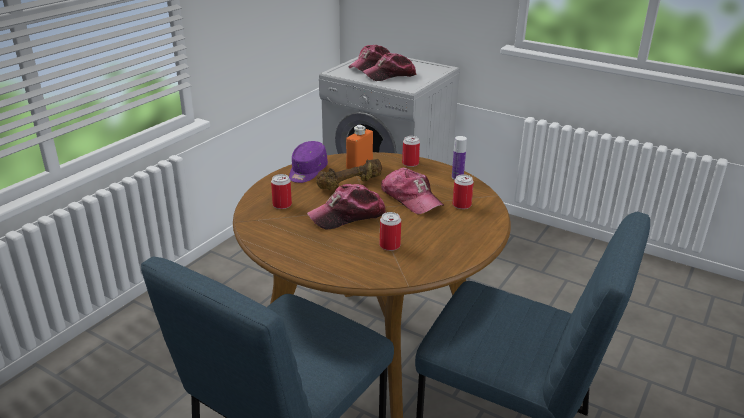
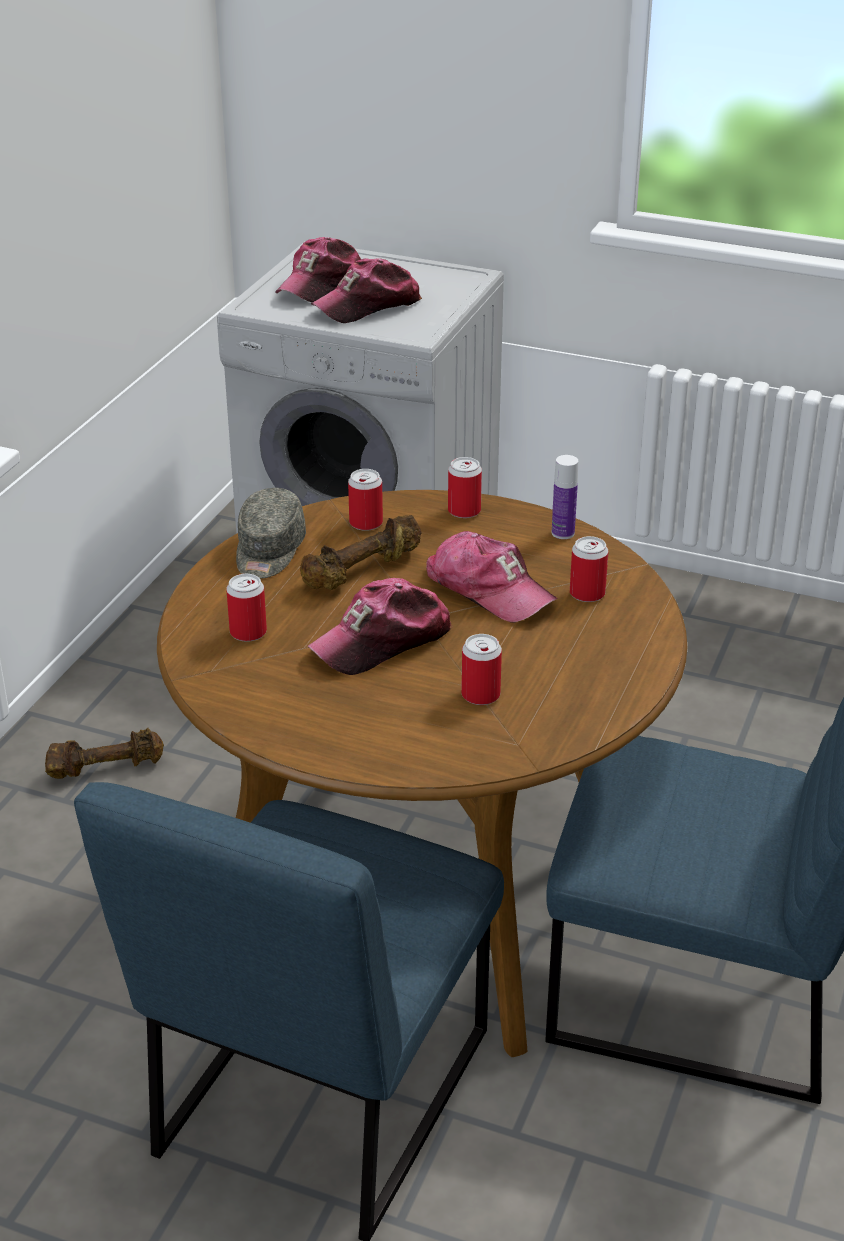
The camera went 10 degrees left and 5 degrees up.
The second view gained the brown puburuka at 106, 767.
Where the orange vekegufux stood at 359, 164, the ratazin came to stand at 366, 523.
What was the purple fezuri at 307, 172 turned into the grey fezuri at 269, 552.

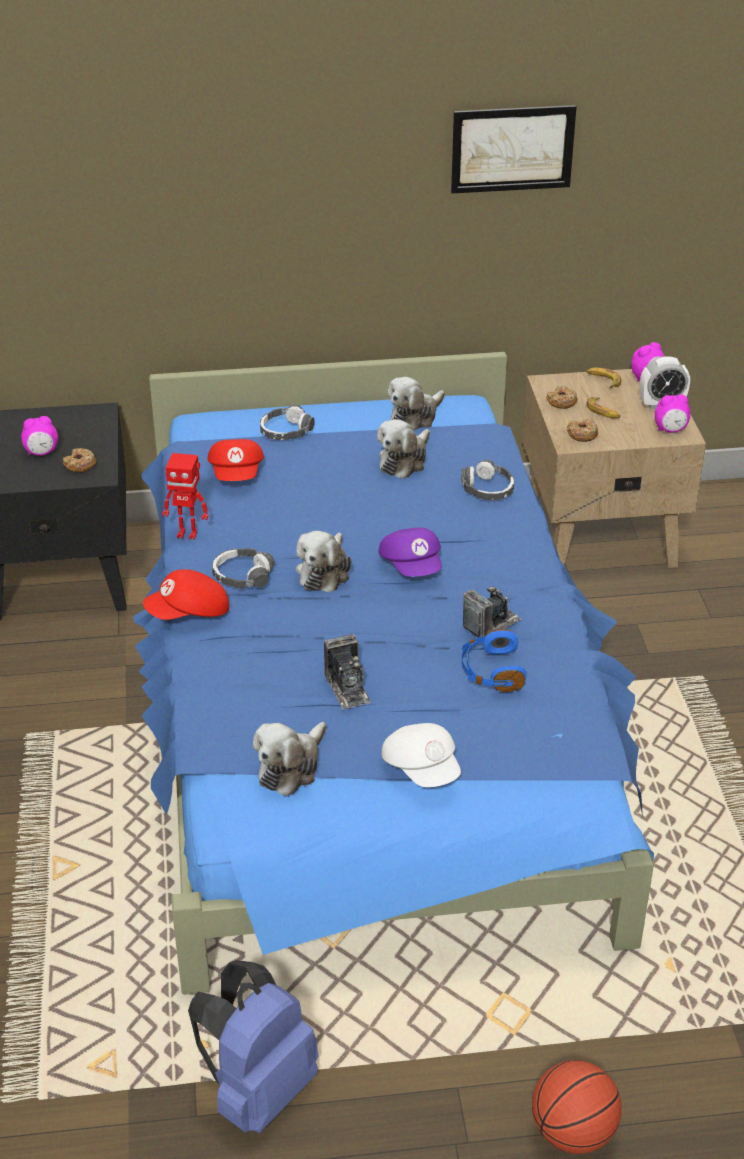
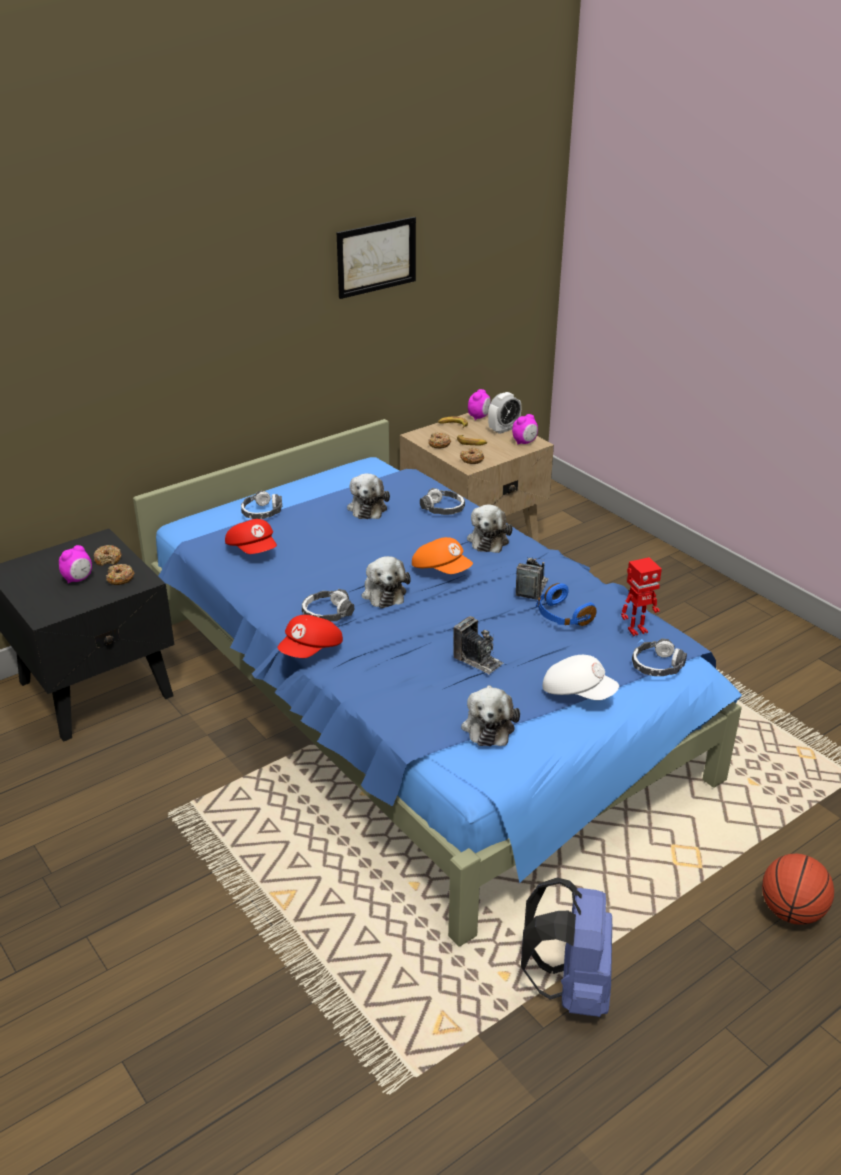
The camera went 30 degrees left and 5 degrees down.
The second view gained the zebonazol at 108, 559.
The second view gained the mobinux at 657, 665.
The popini ended up elsewhere, having gone from 188, 533 to 636, 630.
The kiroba ended up elsewhere, having gone from 415, 418 to 488, 539.
What was the purple fezuri at 412, 566 turned into the orange fezuri at 442, 570.

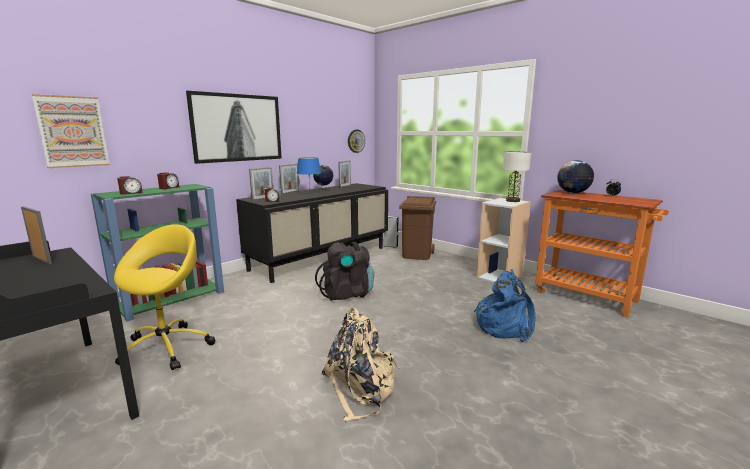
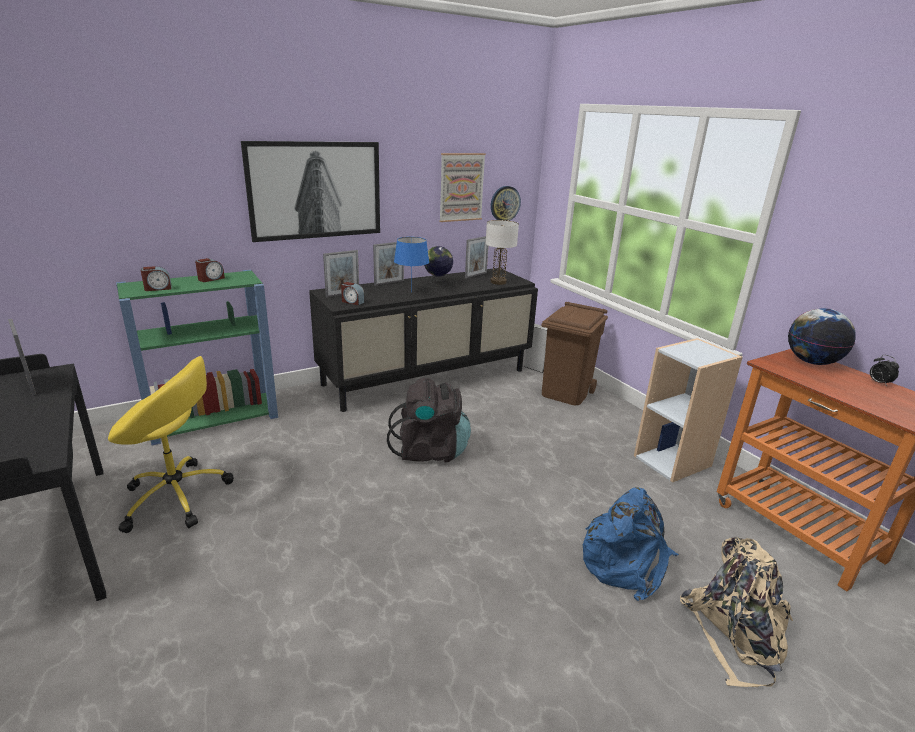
The camera went 15 degrees right and 10 degrees up.
The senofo ended up elsewhere, having gone from 73, 132 to 461, 187.
The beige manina ended up elsewhere, having gone from 361, 388 to 735, 634.
The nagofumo ended up elsewhere, having gone from 513, 201 to 498, 282.
The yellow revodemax at 168, 346 ended up facing another way, 45 degrees clockwise from before.

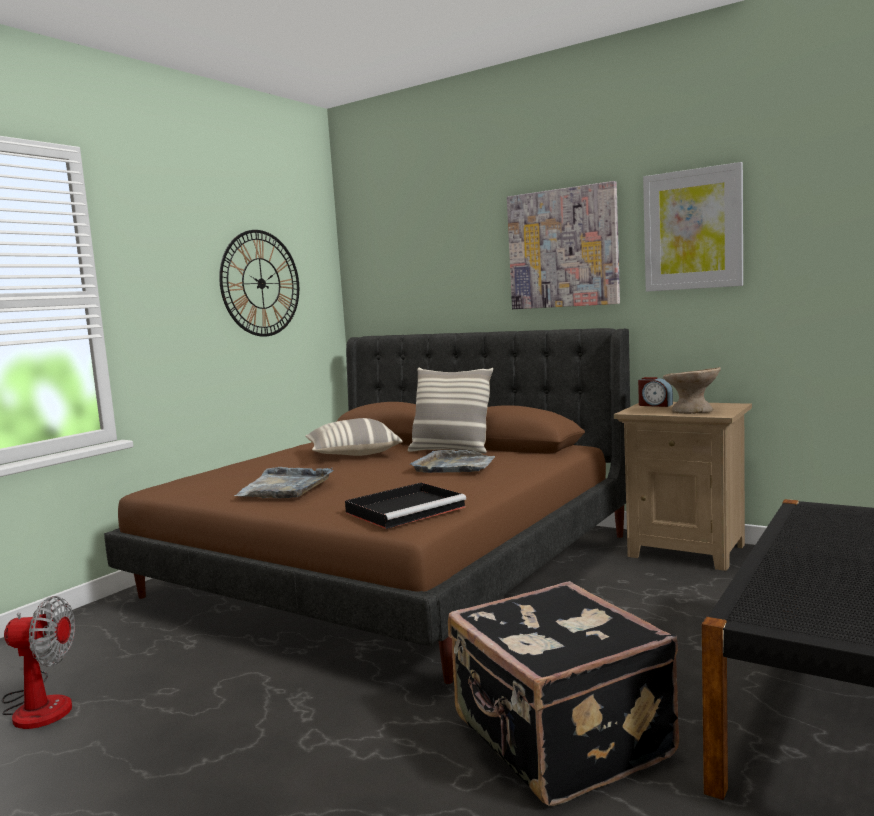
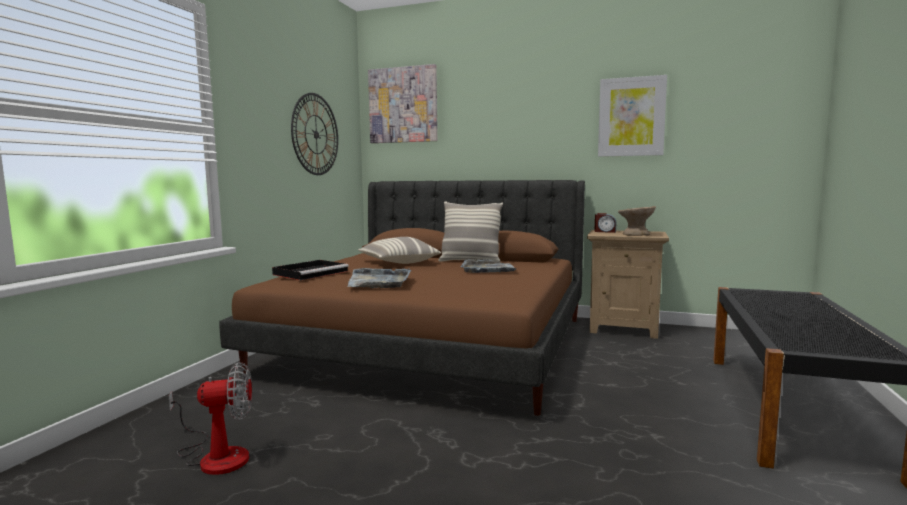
The camera went 15 degrees left and 0 degrees up.
The second view lost the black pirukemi at 559, 739.
The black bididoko ended up elsewhere, having gone from 407, 509 to 311, 273.
The senofo ended up elsewhere, having gone from 563, 248 to 403, 105.

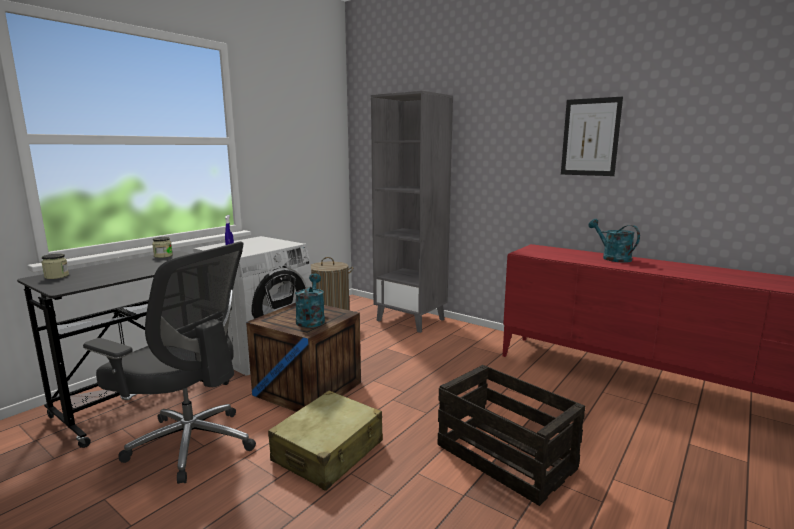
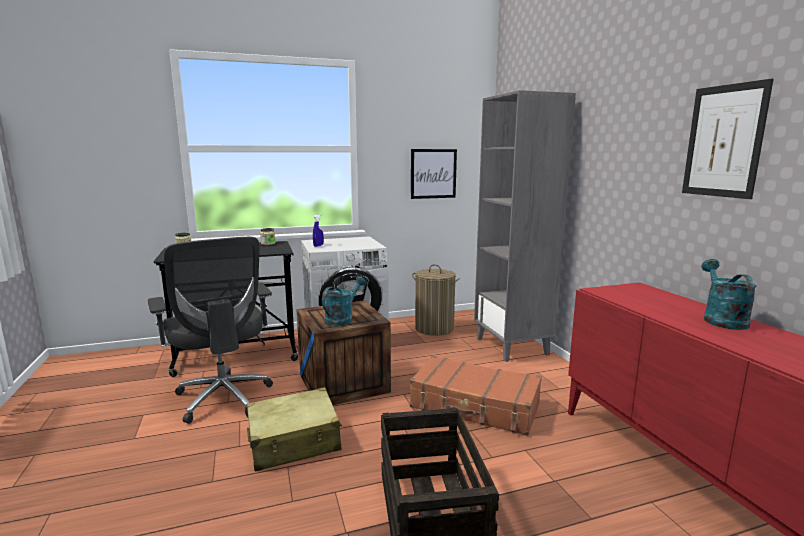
The camera went 35 degrees right and 0 degrees up.
The second view gained the brown pirukemi at 475, 406.
The second view gained the senofo at 433, 173.

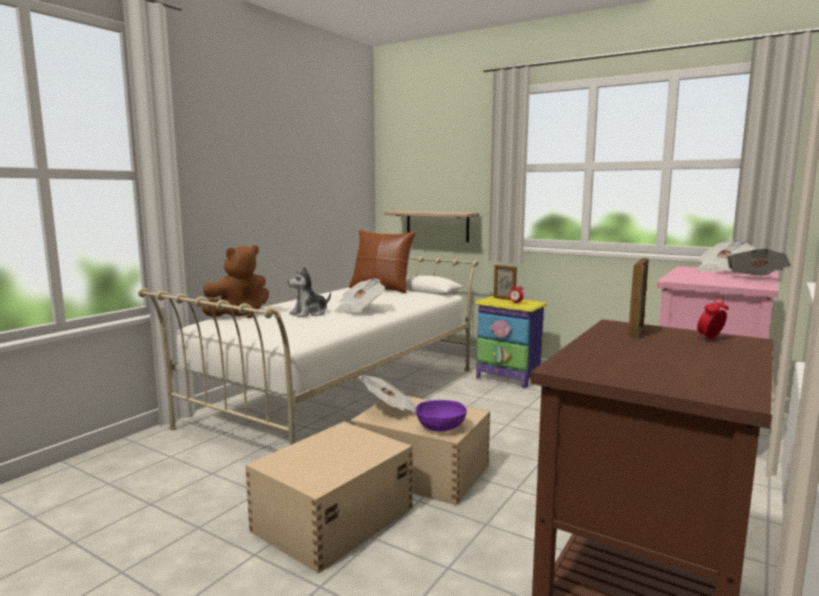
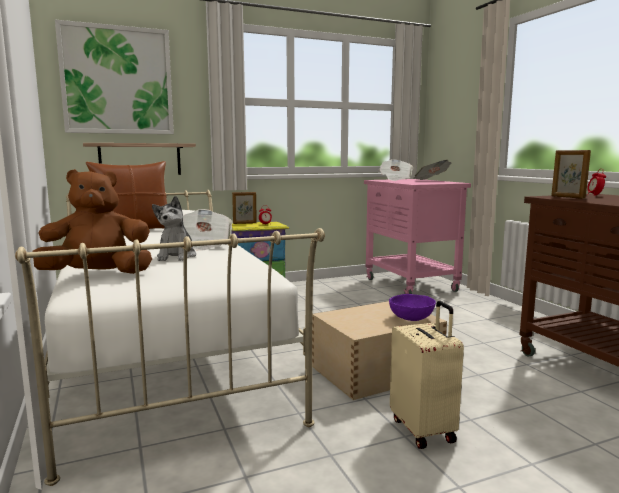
The camera went 55 degrees left and 0 degrees up.
The second view lost the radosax at 391, 410.
The second view gained the senofo at 117, 80.
Where the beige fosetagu stood at 331, 519, the beige pirukemi came to stand at 424, 430.
The brown kiroba at 239, 314 ended up facing another way, 105 degrees counterclockwise from before.

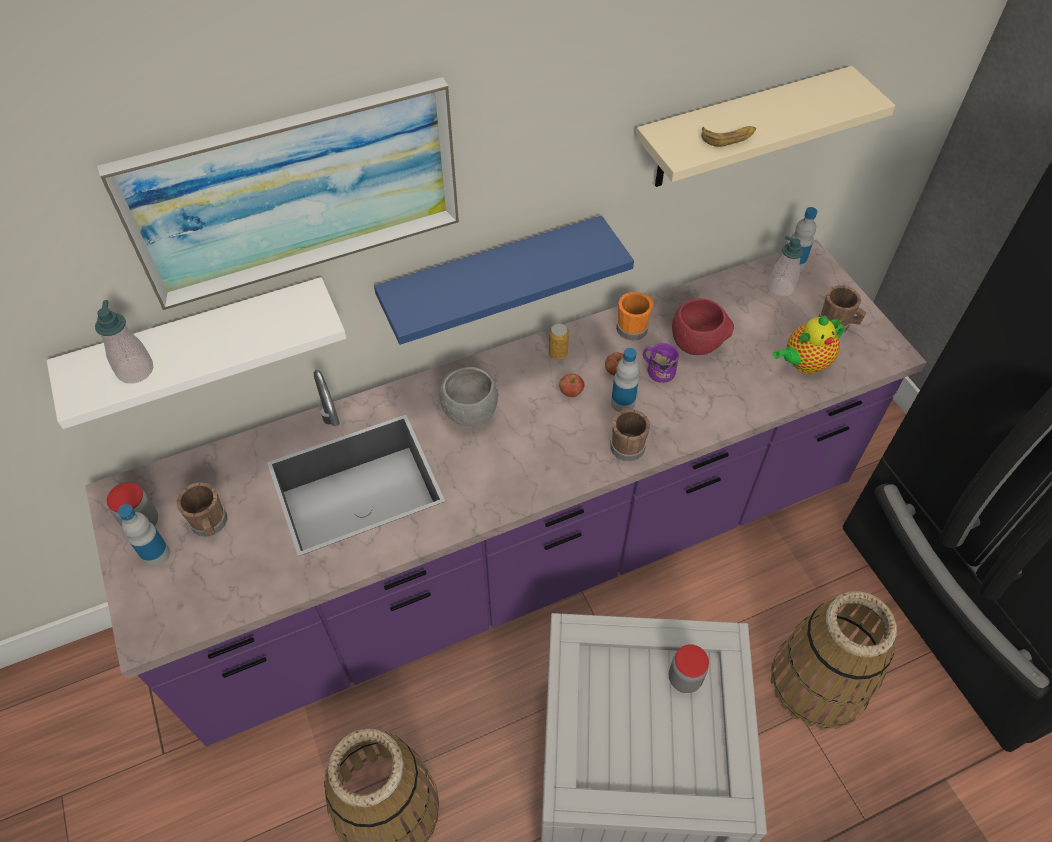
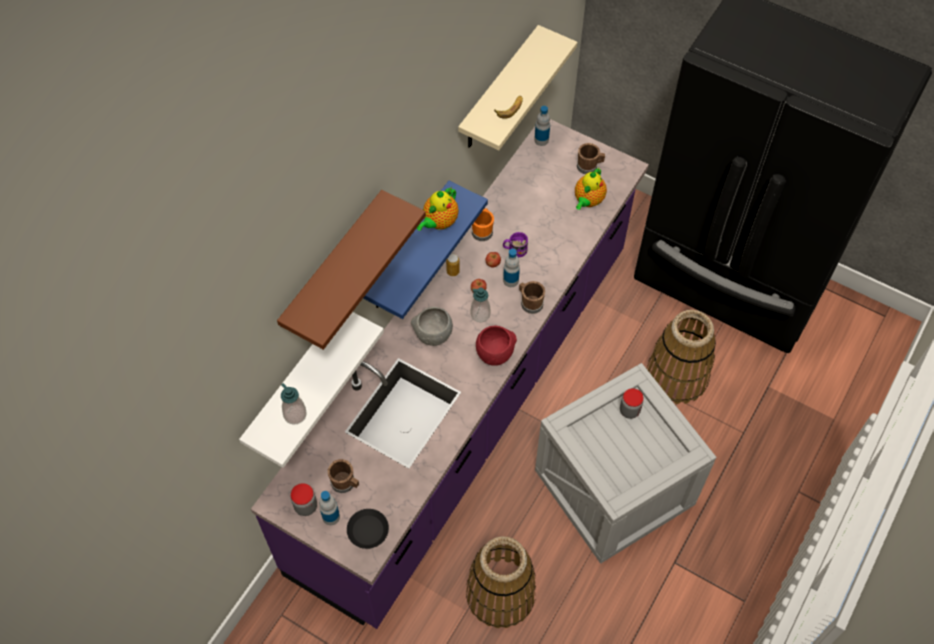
The camera went 35 degrees left and 5 degrees up.
The second view gained the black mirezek at 368, 530.
The second view gained the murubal at 439, 222.
The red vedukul ended up elsewhere, having gone from 696, 345 to 495, 355.
The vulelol ended up elsewhere, having gone from 781, 288 to 480, 314.
Where the senofo hung at 296, 192, the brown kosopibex came to hang at 333, 269.

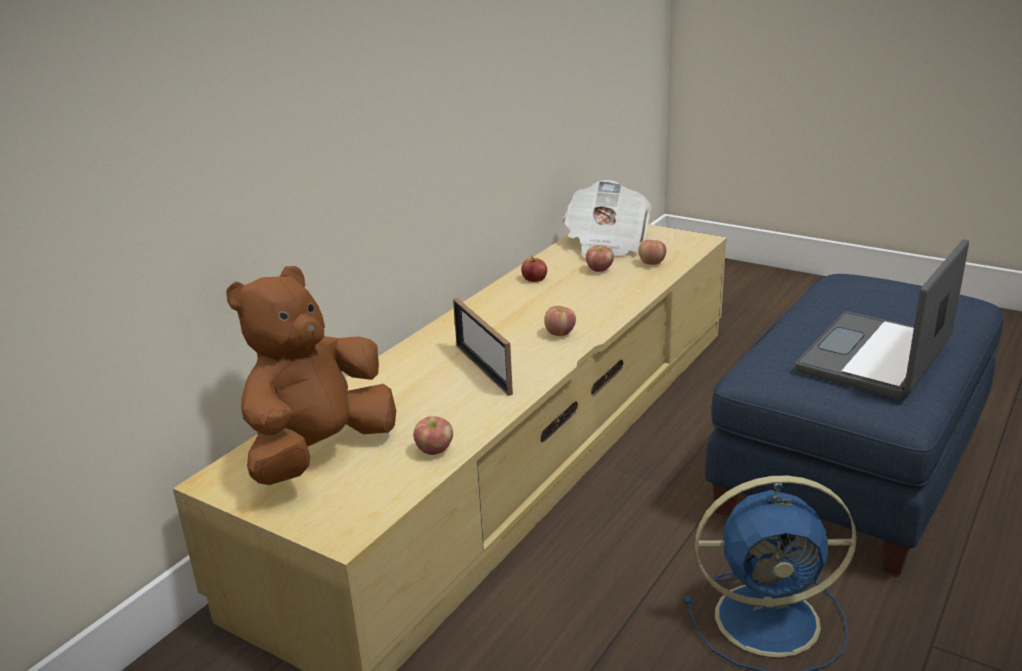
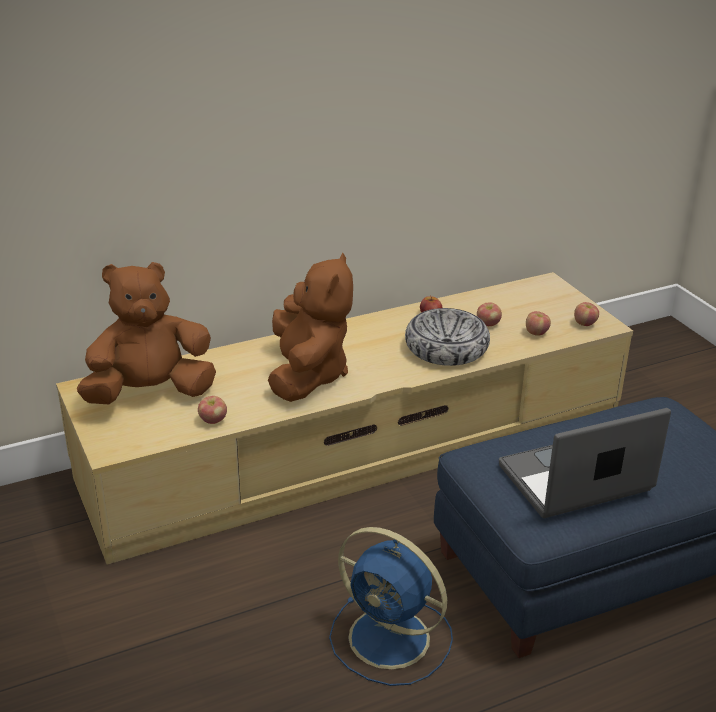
The camera went 30 degrees right and 5 degrees up.
The second view lost the radosax at 606, 244.
The second view gained the vedukul at 446, 348.
The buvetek ended up elsewhere, having gone from 559, 333 to 585, 323.
Where the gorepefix stood at 483, 369, the brown kiroba came to stand at 307, 375.

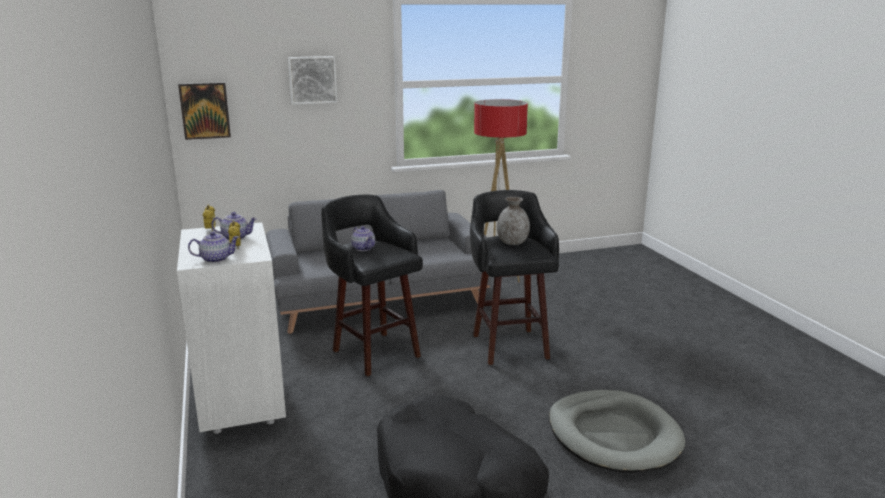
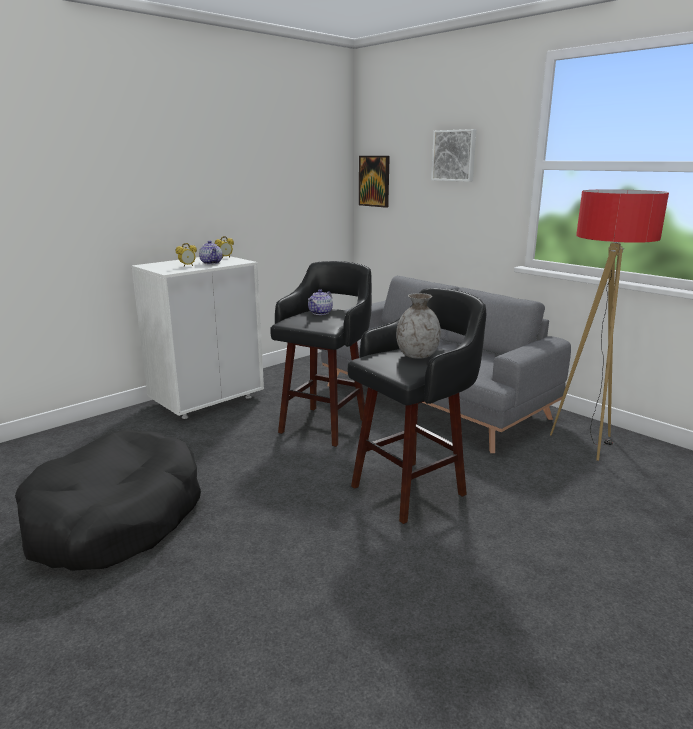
The camera went 65 degrees right and 0 degrees up.
The second view lost the murubal at 215, 259.
The second view lost the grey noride at 613, 435.

